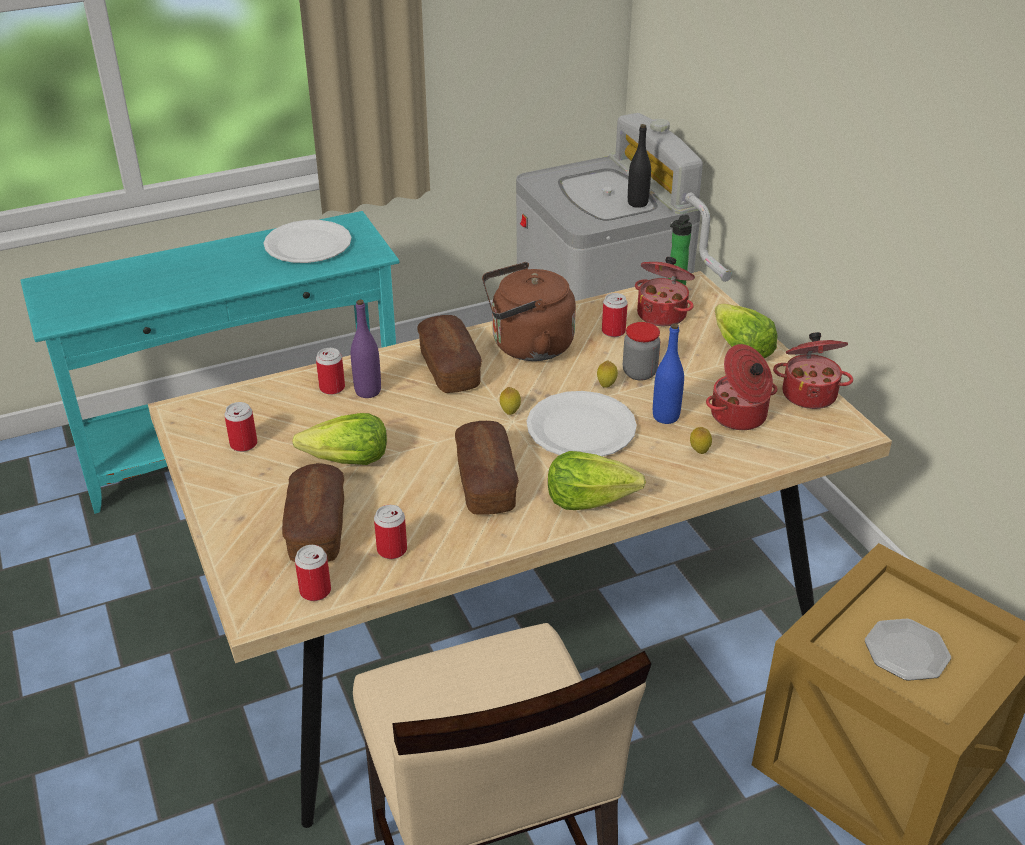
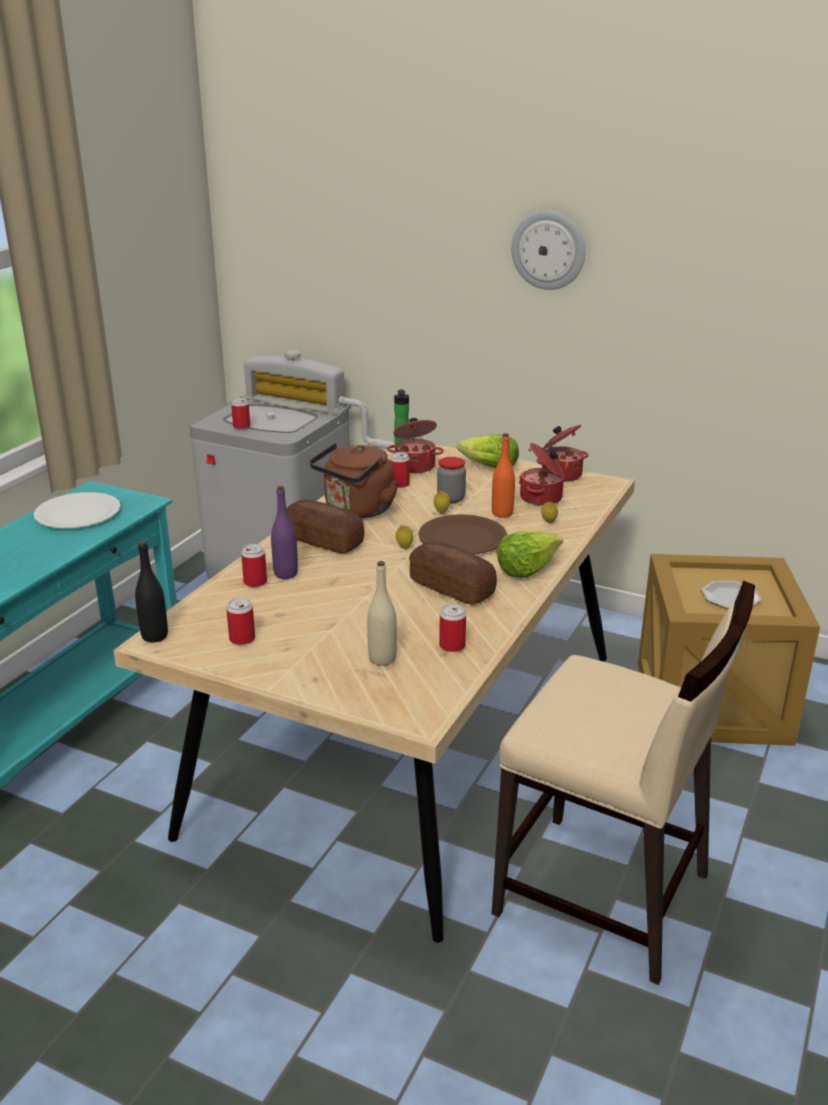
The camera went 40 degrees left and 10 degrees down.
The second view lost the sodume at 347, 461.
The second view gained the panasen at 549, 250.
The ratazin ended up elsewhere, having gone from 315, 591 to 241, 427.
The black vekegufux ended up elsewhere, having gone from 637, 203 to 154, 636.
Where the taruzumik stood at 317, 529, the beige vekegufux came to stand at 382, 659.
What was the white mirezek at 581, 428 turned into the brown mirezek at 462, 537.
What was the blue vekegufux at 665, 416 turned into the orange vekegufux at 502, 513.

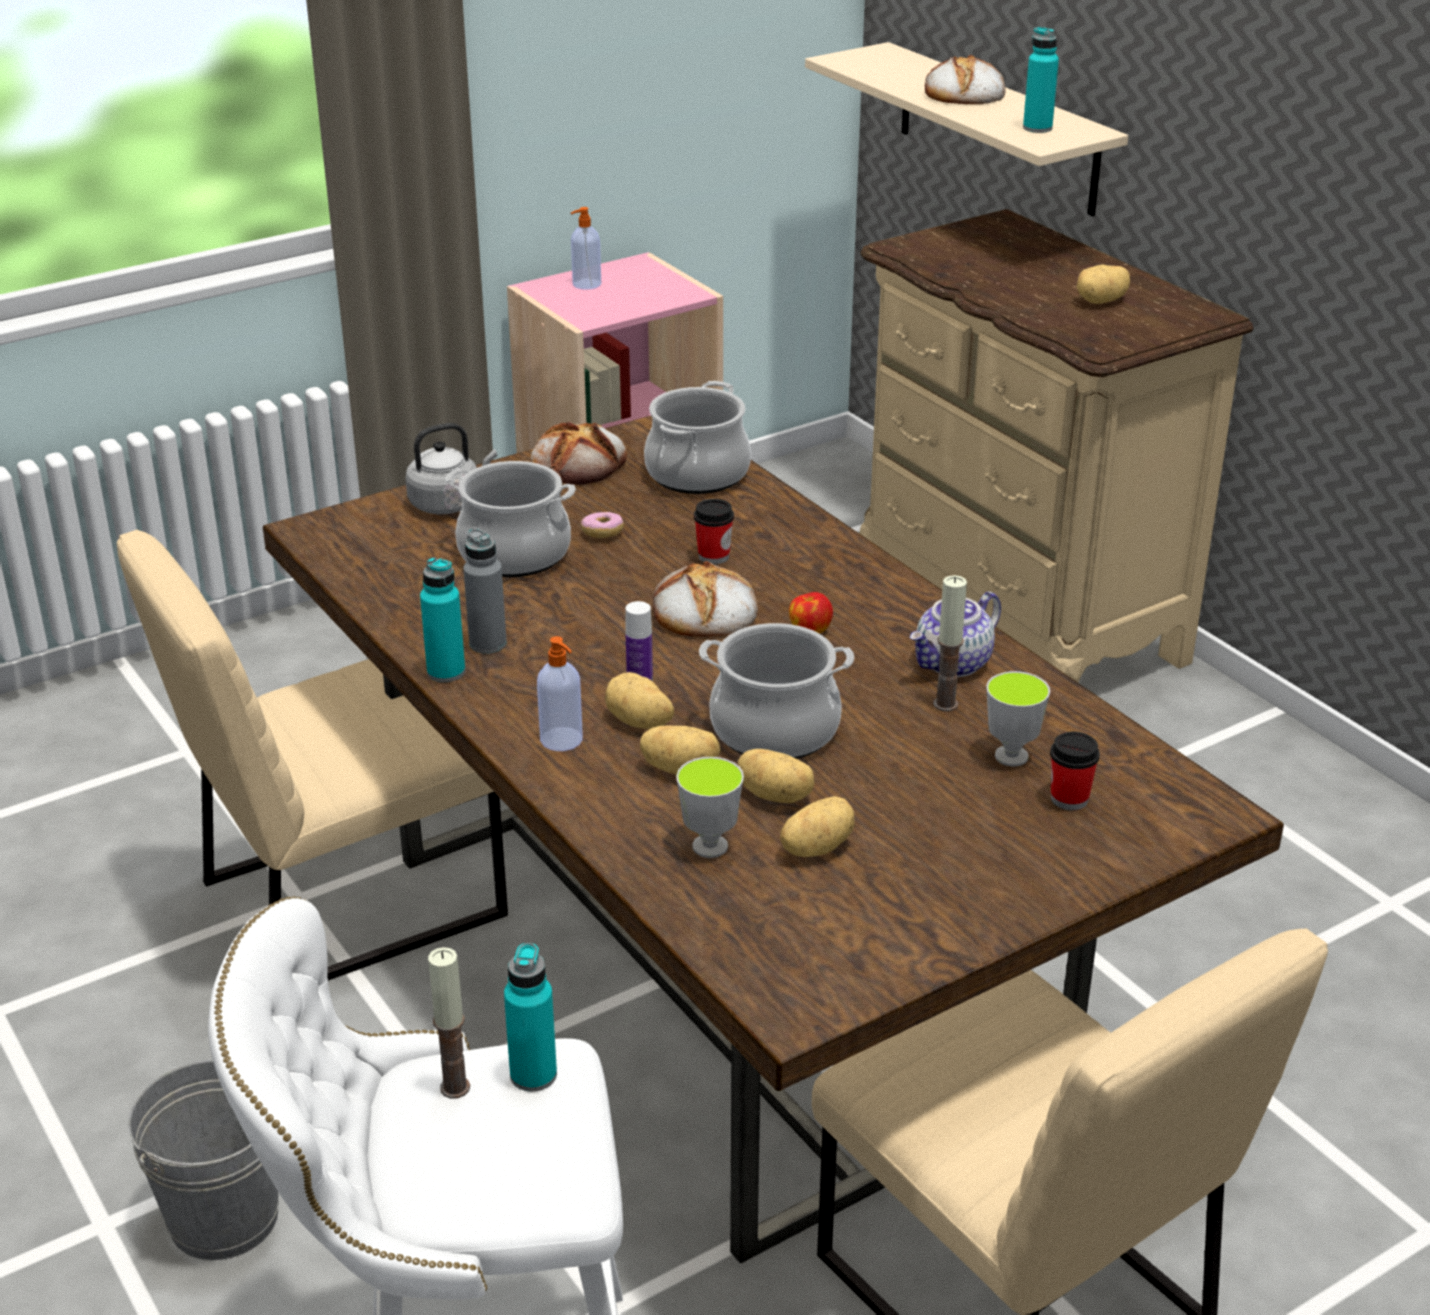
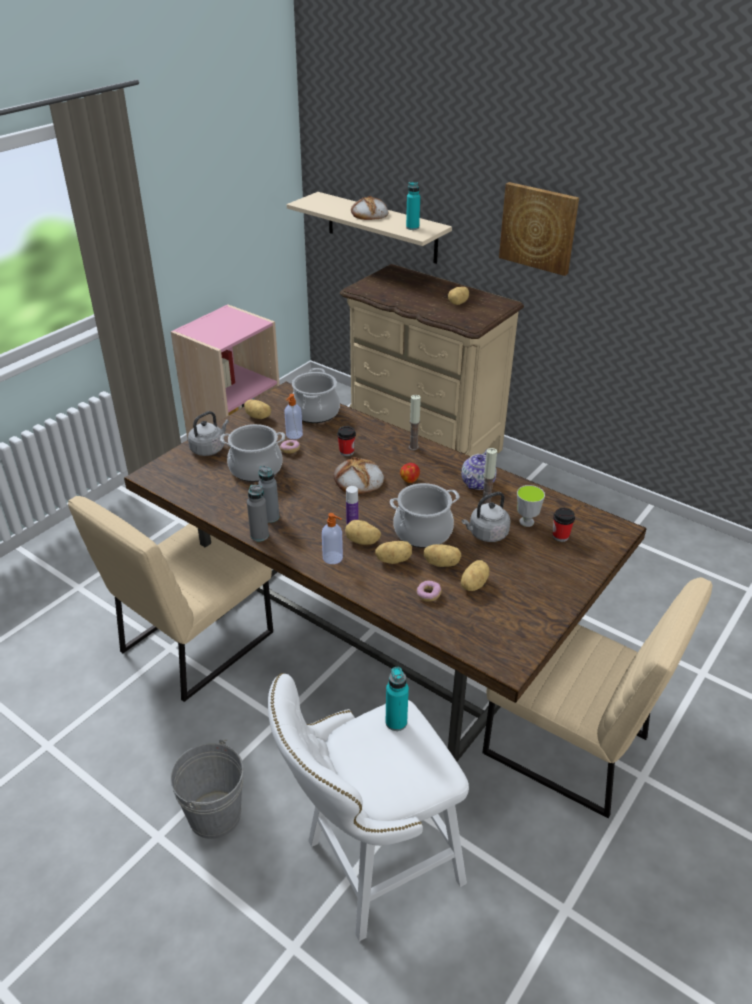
The camera went 20 degrees left and 5 degrees up.
The second view gained the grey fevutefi at 486, 534.
The second view gained the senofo at 538, 228.
The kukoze ended up elsewhere, having gone from 455, 1087 to 413, 447.
The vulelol ended up elsewhere, having gone from 586, 284 to 294, 435.
Where the taruzumik stood at 579, 463, the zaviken came to stand at 258, 417.
Where the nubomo stood at 710, 846, the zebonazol came to stand at 428, 595.
What was the turquoise vekegufux at 446, 672 turned into the grey vekegufux at 259, 535.

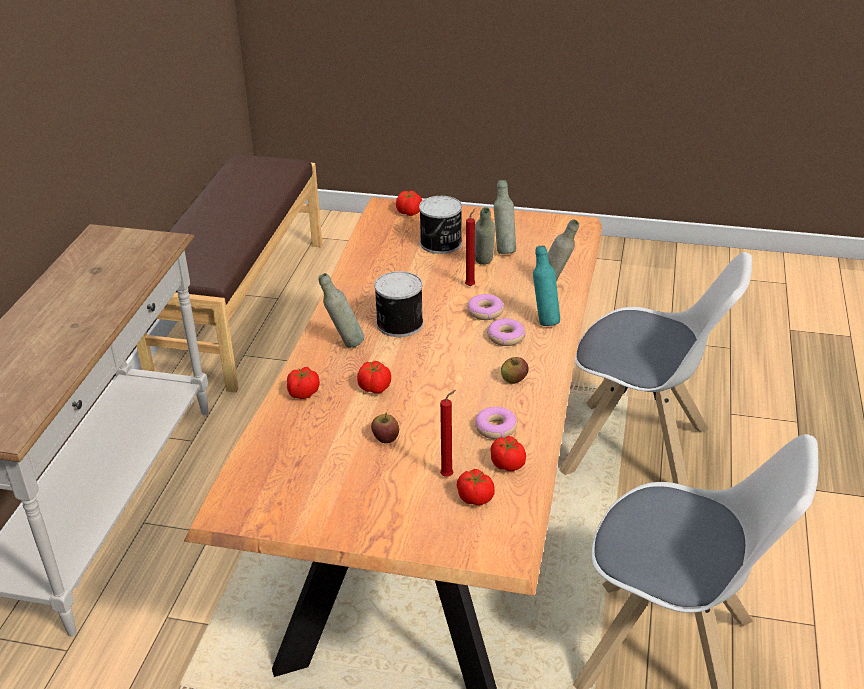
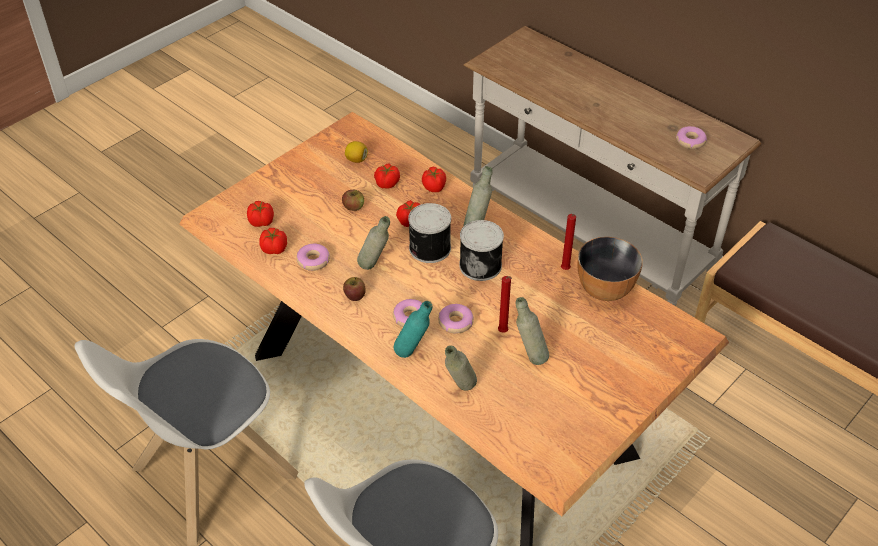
The camera went 120 degrees right and 10 degrees up.
The second view gained the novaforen at 356, 160.
The second view gained the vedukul at 604, 289.
The second view gained the zebonazol at 690, 141.
The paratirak ended up elsewhere, having gone from 409, 213 to 387, 184.
The ratazin ended up elsewhere, having gone from 441, 243 to 428, 248.
The red kukoze ended up elsewhere, having gone from 448, 475 to 565, 270.
The grey vekegufux ended up elsewhere, having gone from 504, 249 to 375, 267.

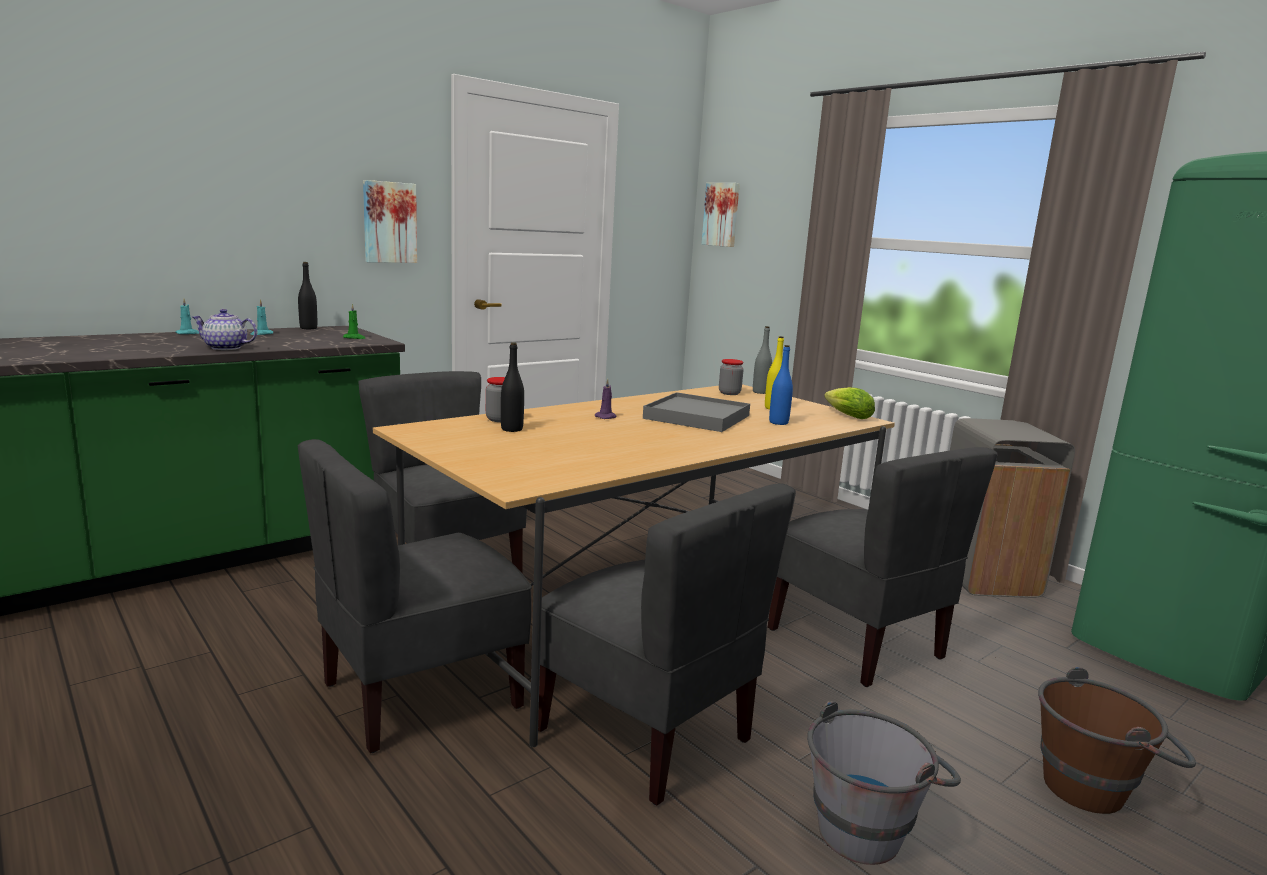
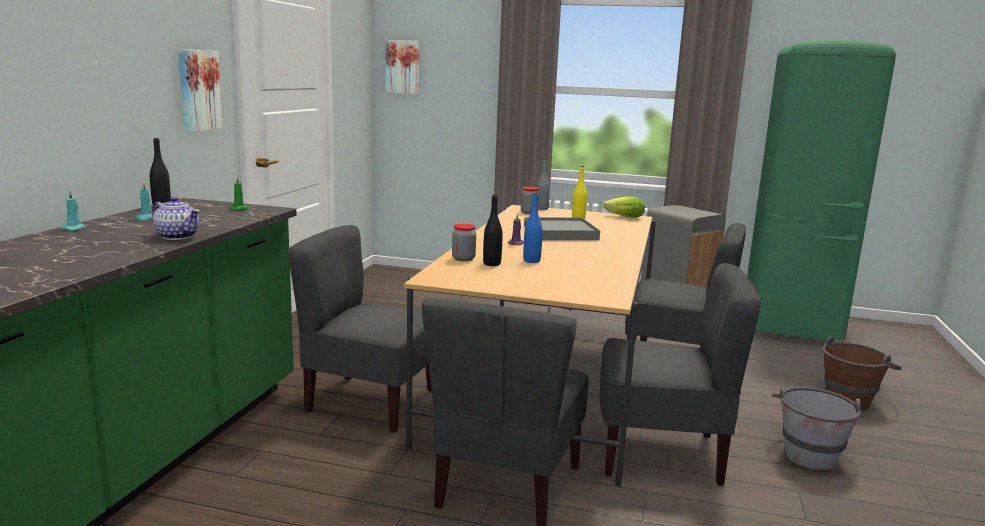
The camera went 35 degrees left and 0 degrees up.
The blue vekegufux ended up elsewhere, having gone from 778, 422 to 531, 261.
The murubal at 226, 348 ended up facing another way, 120 degrees counterclockwise from before.

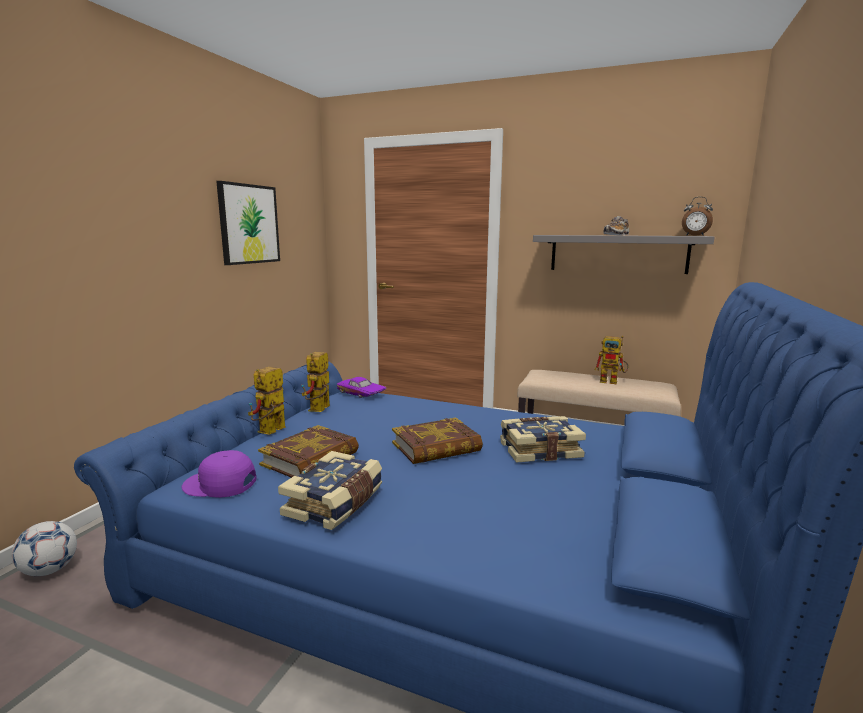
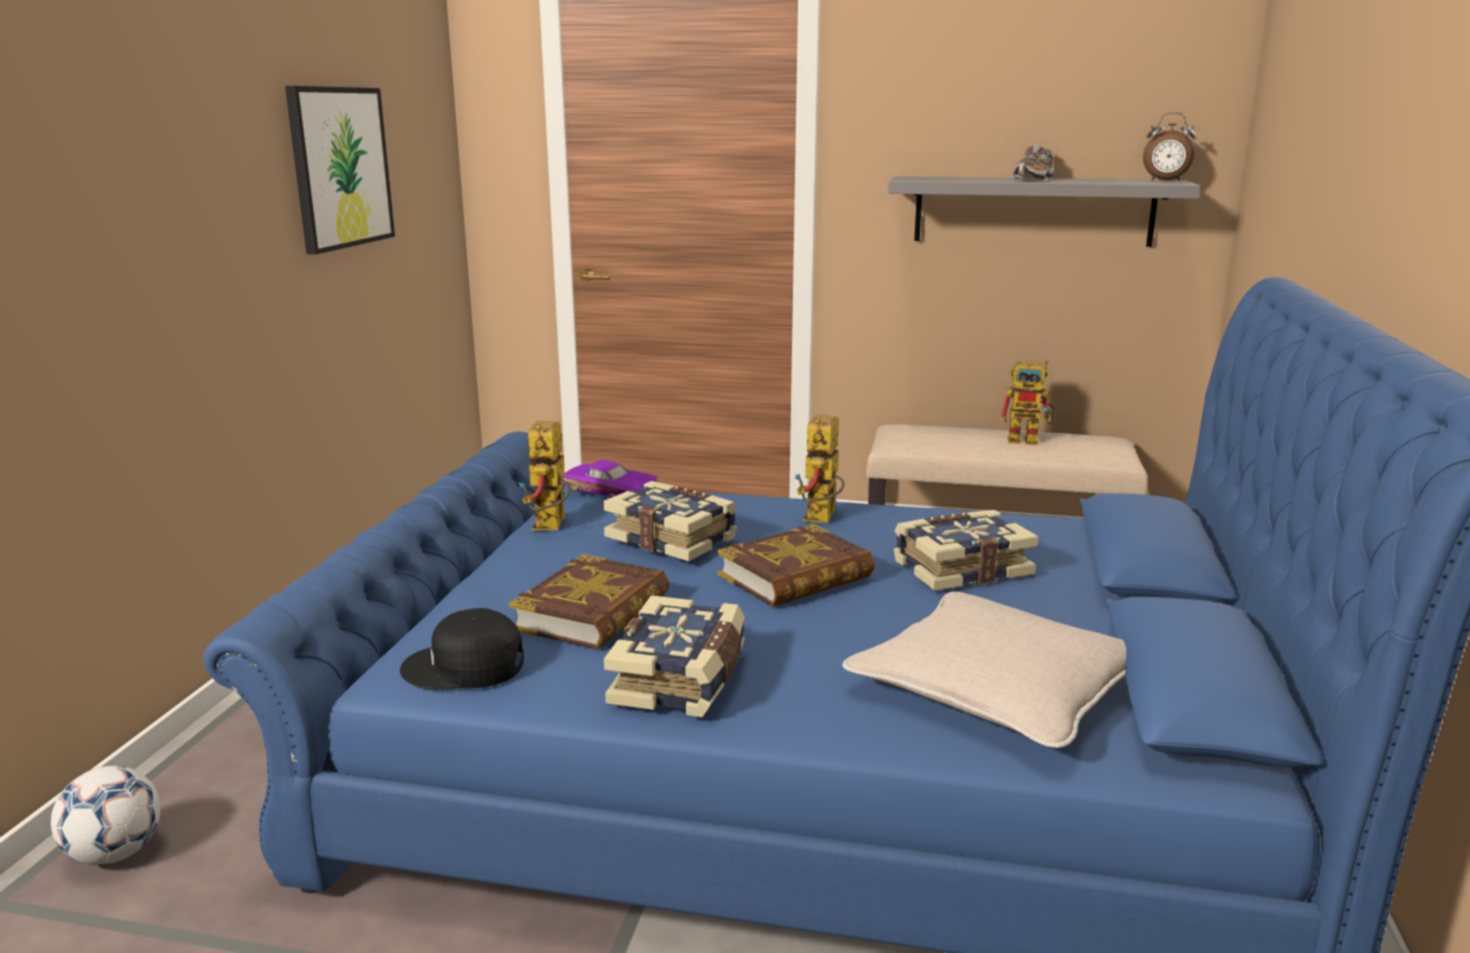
The camera went 10 degrees left and 5 degrees up.
The second view gained the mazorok at 672, 538.
The second view gained the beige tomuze at 997, 685.
The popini ended up elsewhere, having gone from 269, 432 to 821, 520.
What was the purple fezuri at 219, 484 turned into the black fezuri at 464, 667.

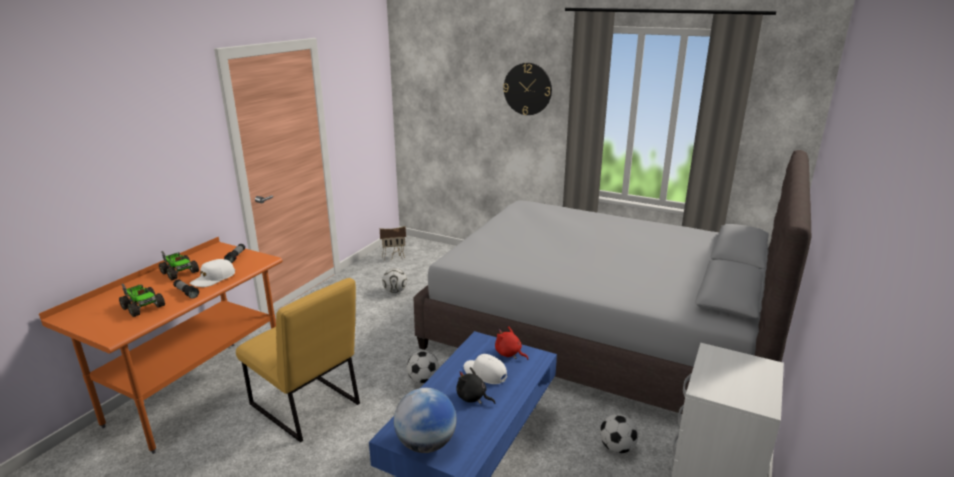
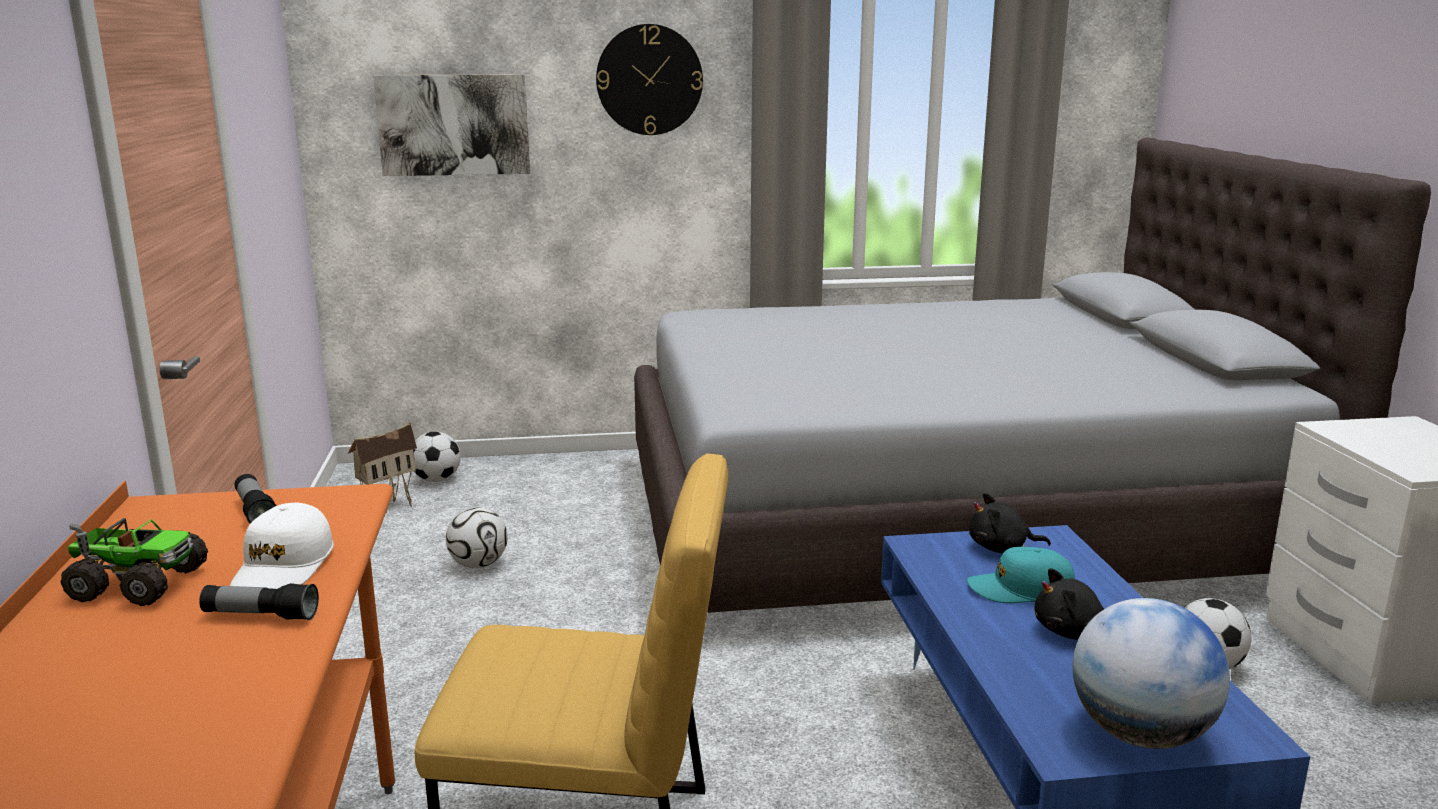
The camera went 35 degrees left and 5 degrees down.
The second view lost the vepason at 143, 307.
The second view gained the senofo at 454, 125.
The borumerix ended up elsewhere, having gone from 423, 380 to 436, 480.
What was the white fezuri at 485, 373 turned into the turquoise fezuri at 1021, 590.
What was the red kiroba at 509, 353 turned into the black kiroba at 1001, 548.

